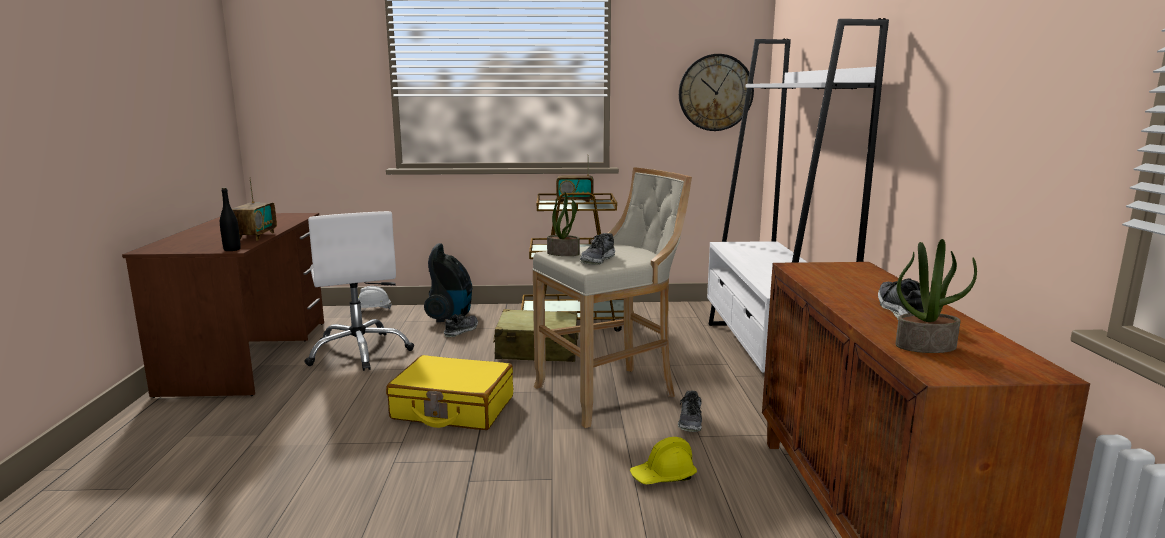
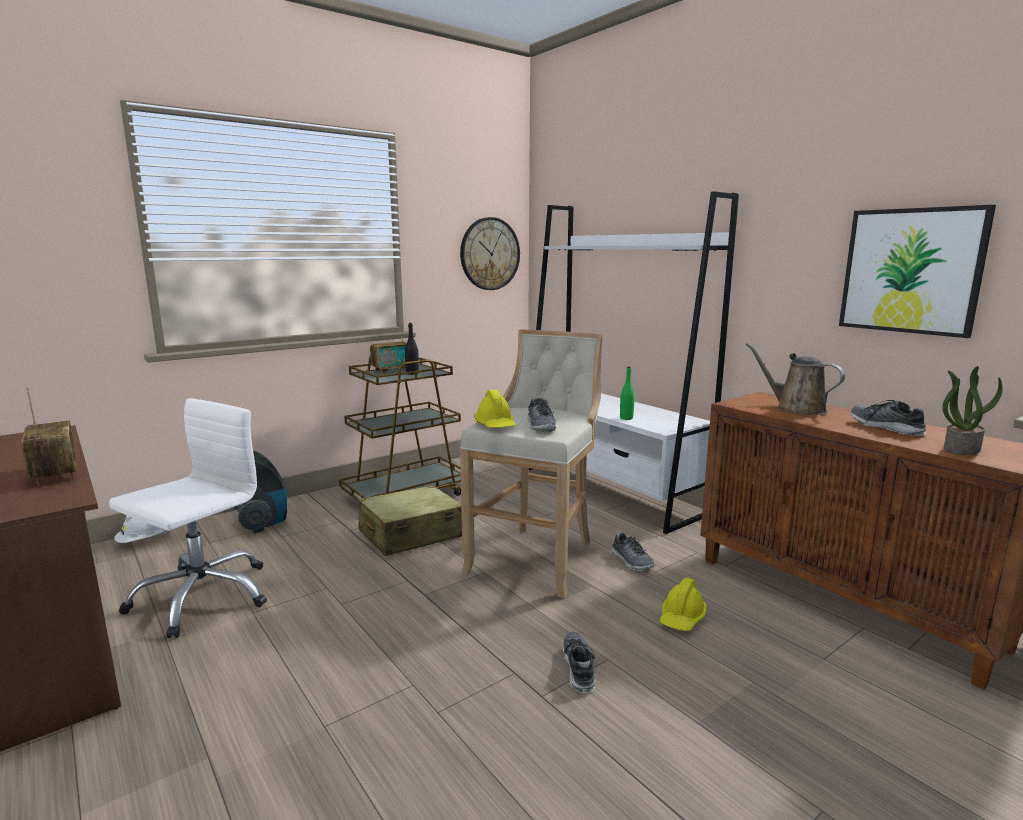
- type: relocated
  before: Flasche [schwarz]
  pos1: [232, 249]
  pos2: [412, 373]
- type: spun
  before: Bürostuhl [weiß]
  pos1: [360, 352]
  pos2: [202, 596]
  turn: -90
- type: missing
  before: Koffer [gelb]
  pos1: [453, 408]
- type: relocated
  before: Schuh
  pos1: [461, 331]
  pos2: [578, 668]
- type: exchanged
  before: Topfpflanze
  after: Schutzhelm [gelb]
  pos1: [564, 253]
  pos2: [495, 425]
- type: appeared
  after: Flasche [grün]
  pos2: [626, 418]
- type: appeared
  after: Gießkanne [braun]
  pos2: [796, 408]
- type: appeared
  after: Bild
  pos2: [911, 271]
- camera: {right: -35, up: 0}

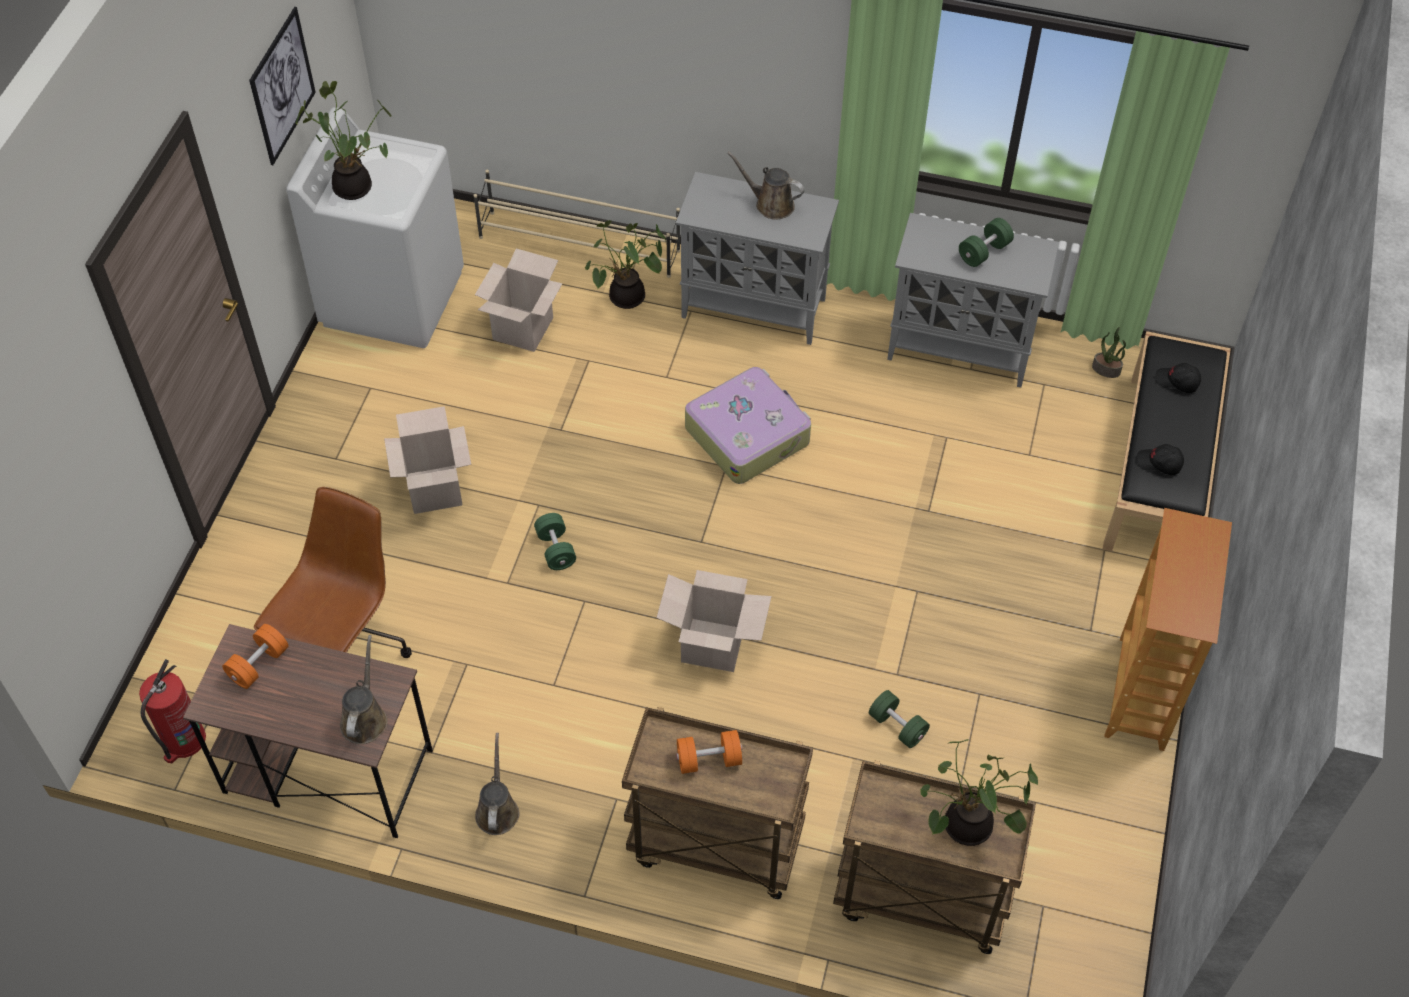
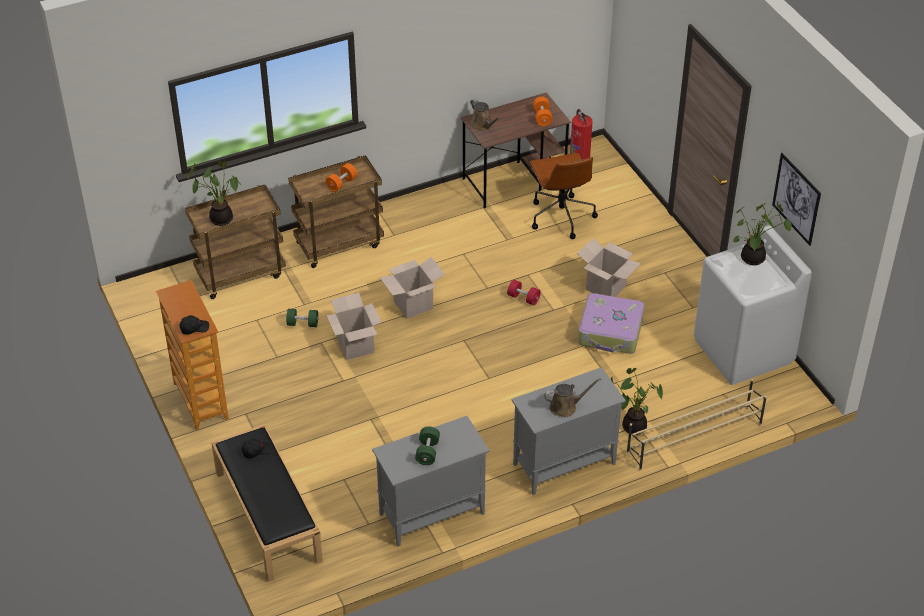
- type: relocated
  before: Karton
  pos1: [523, 329]
  pos2: [355, 346]
- type: missing
  before: Gießkanne [braun]
  pos1: [497, 809]
- type: colour
  before: Hantel [grün]
  after: Hantel [rot]
  pos1: [556, 549]
  pos2: [523, 298]
- type: relocated
  before: Koffer
  pos1: [747, 434]
  pos2: [610, 332]
- type: missing
  before: Topfpflanze
  pos1: [1106, 369]
- type: relocated
  before: Kappe [schwarz]
  pos1: [1177, 382]
  pos2: [194, 328]
- camera: {right: 140, up: -10}

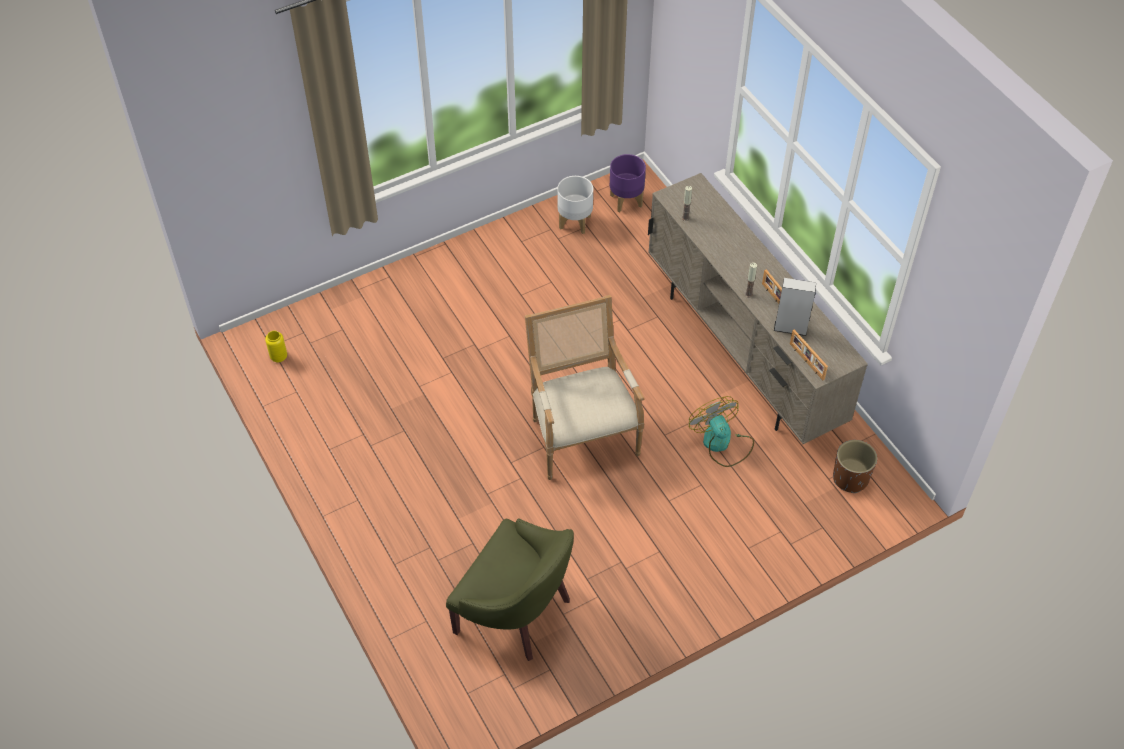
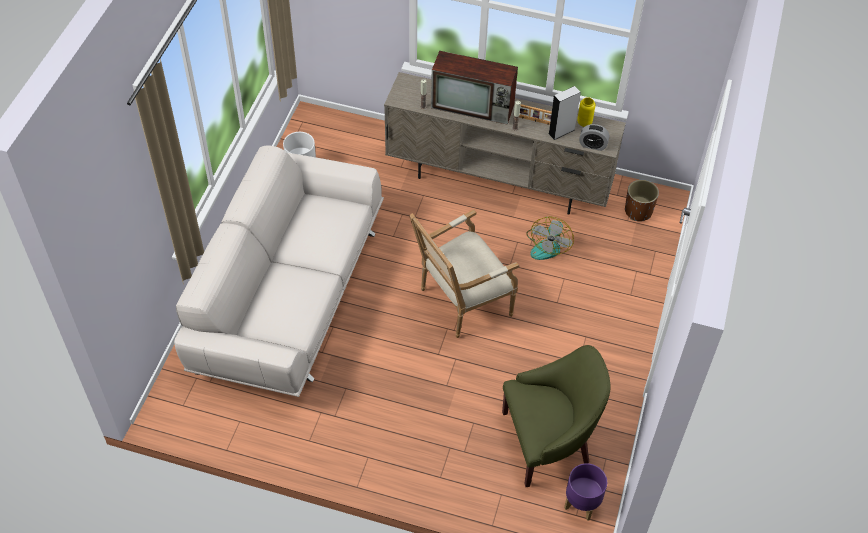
- type: relocated
  before: Vase [gelb]
  pos1: [279, 357]
  pos2: [584, 123]
- type: spun
  before: Sessel
  pos1: [581, 434]
  pos2: [461, 303]
  turn: -60
- type: relocated
  before: Pflanzkübel [lila]
  pos1: [626, 201]
  pos2: [582, 504]
- type: spun
  before: Ventilator
  pos1: [721, 443]
  pos2: [548, 245]
  turn: -90
- type: exchanged
  before: Bilderrahmen
  after: Wecker
  pos1: [806, 361]
  pos2: [592, 145]
- type: appeared
  after: Sofa [weiß]
  pos2: [288, 294]
- type: appeared
  after: Fernseher
  pos2: [474, 106]
- camera: {right: -45, up: 0}

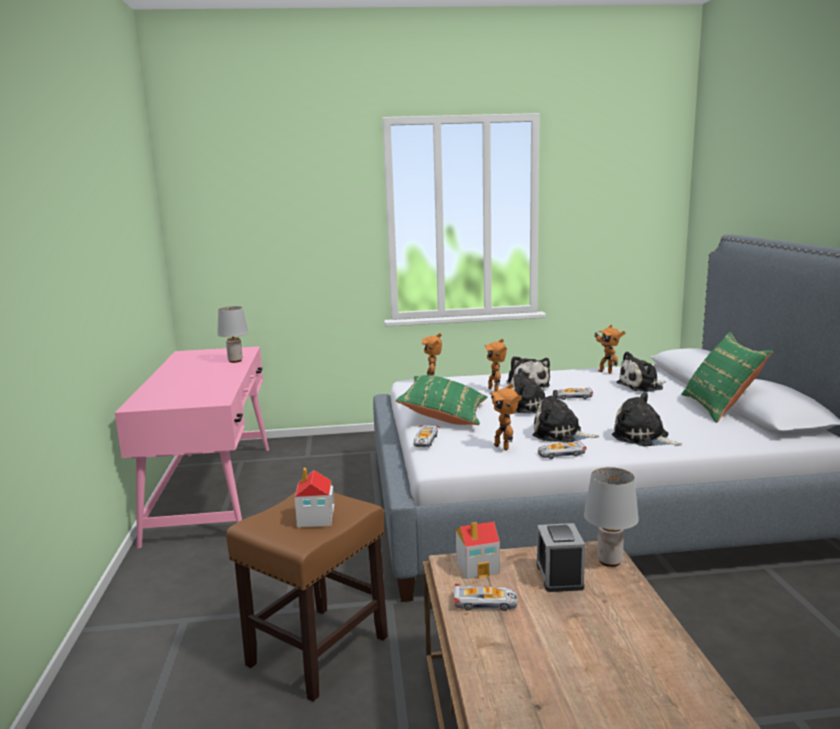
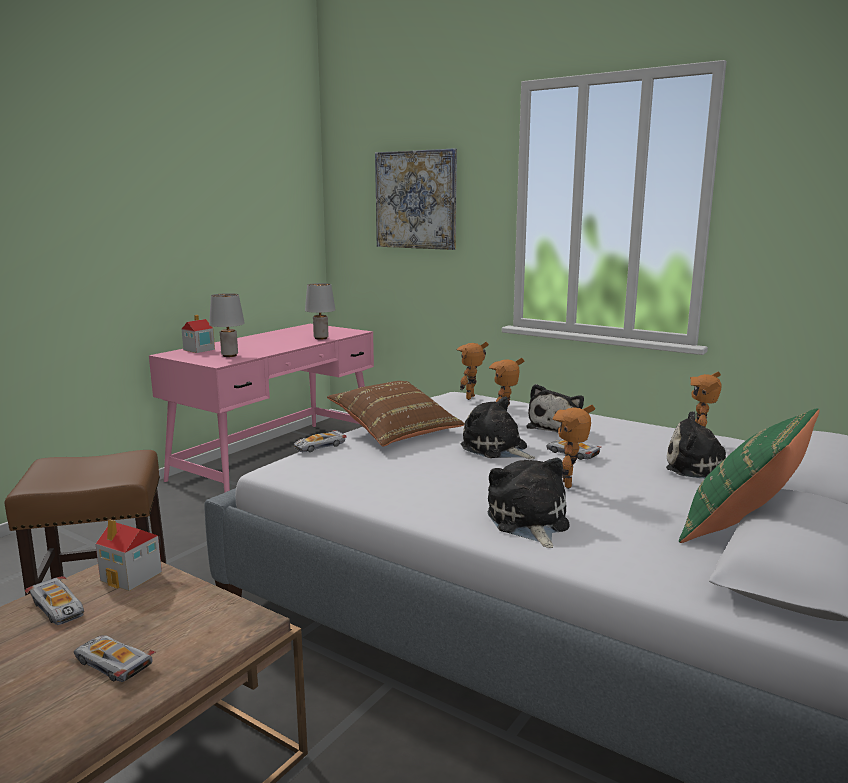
- type: relocated
  before: Spielzeughaus
  pos1: [315, 519]
  pos2: [198, 350]
- type: colour
  before: Kissen [grün]
  after: Kissen [braun]
  pos1: [444, 416]
  pos2: [395, 431]
- type: relocated
  before: Spielzeugroboter
  pos1: [503, 446]
  pos2: [571, 484]
- type: missing
  before: Plüschtier
  pos1: [560, 434]
- type: missing
  before: Wecker
  pos1: [559, 576]
- type: relocated
  before: Spielzeugauto
  pos1: [561, 454]
  pos2: [112, 663]
- type: relocated
  before: Tischlampe [grau]
  pos1: [610, 561]
  pos2: [229, 355]
- type: appeared
  after: Bild
  pos2: [416, 200]
- camera: {right: 40, up: 0}

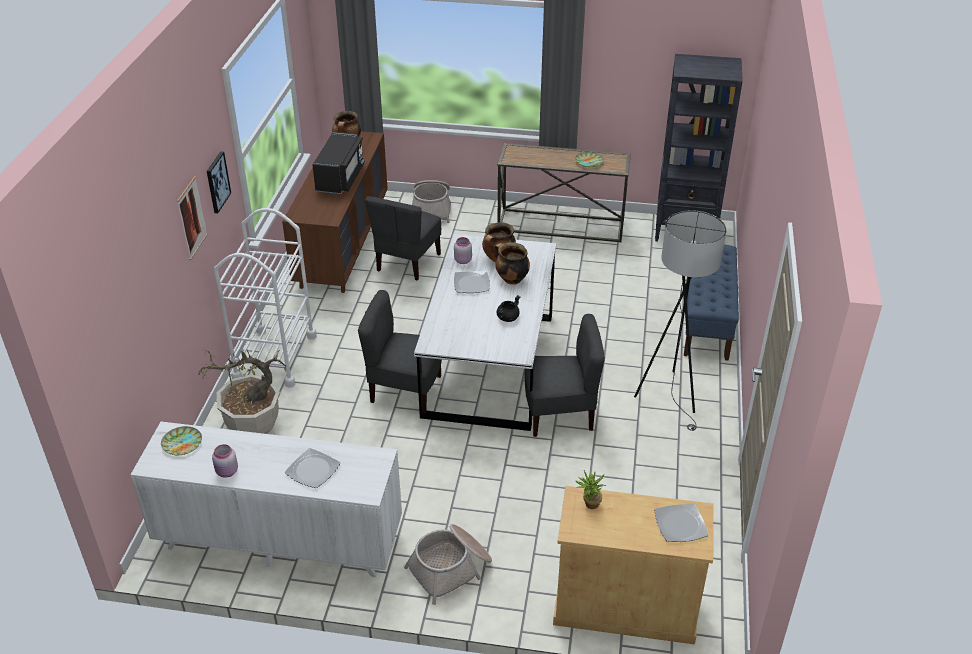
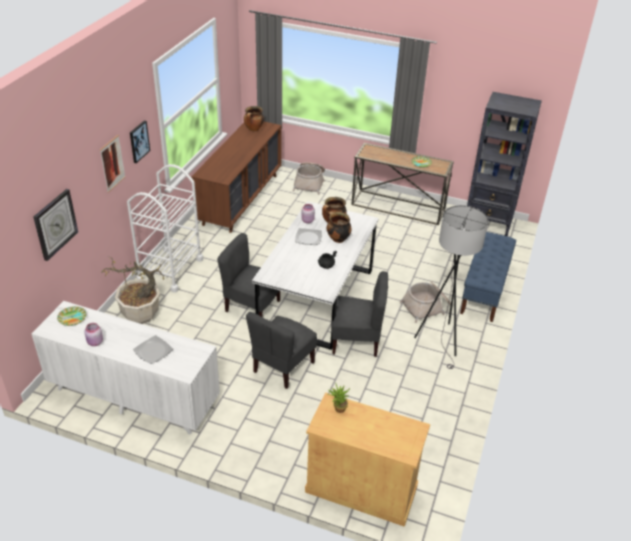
- type: missing
  before: Mikrowelle [schwarz]
  pos1: [340, 178]
- type: relocated
  before: Stuhl [grau]
  pos1: [407, 262]
  pos2: [282, 367]
- type: relocated
  before: Korb
  pos1: [451, 569]
  pos2: [427, 307]
- type: missing
  before: Teller
  pos1: [681, 525]
- type: appeared
  after: Wanduhr
  pos2: [55, 224]
- camera: {right: 10, up: 0}

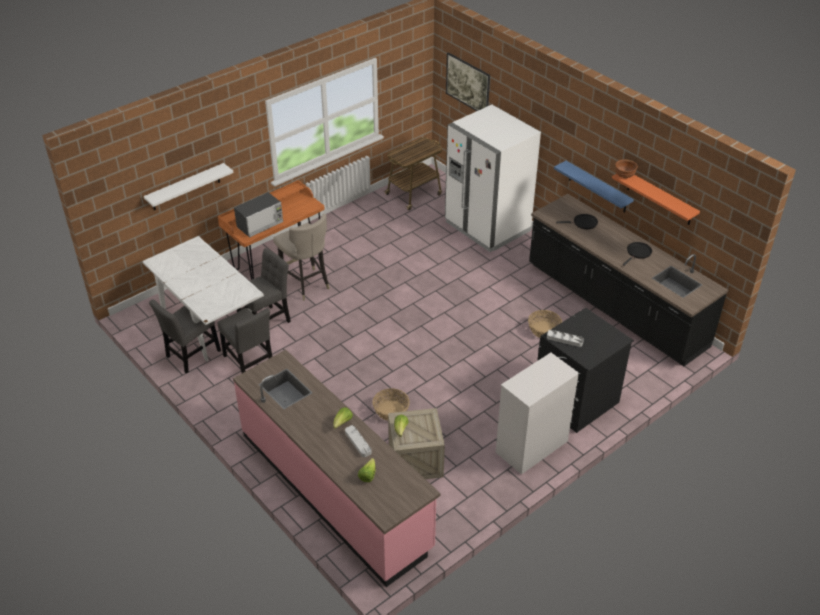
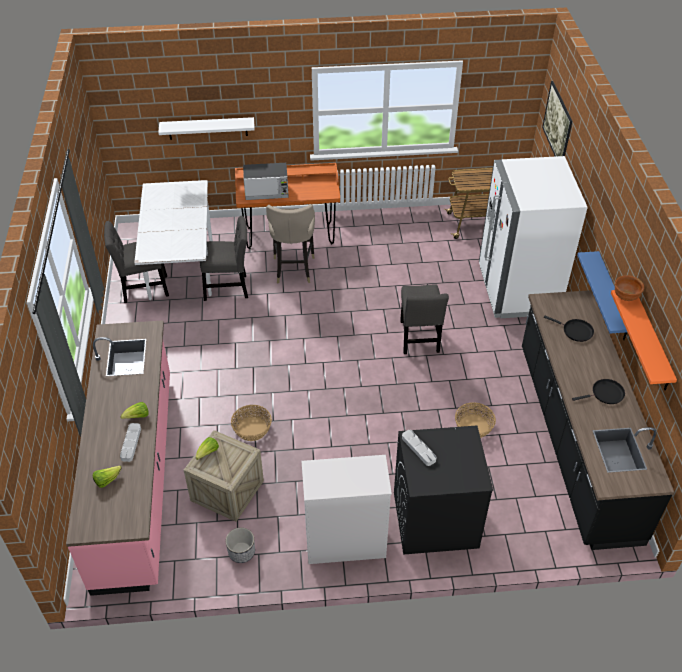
- type: relocated
  before: Stuhl [grau]
  pos1: [249, 363]
  pos2: [419, 339]
- type: appeared
  after: Pflanzkübel
  pos2: [241, 552]
- camera: {right: 35, up: 5}

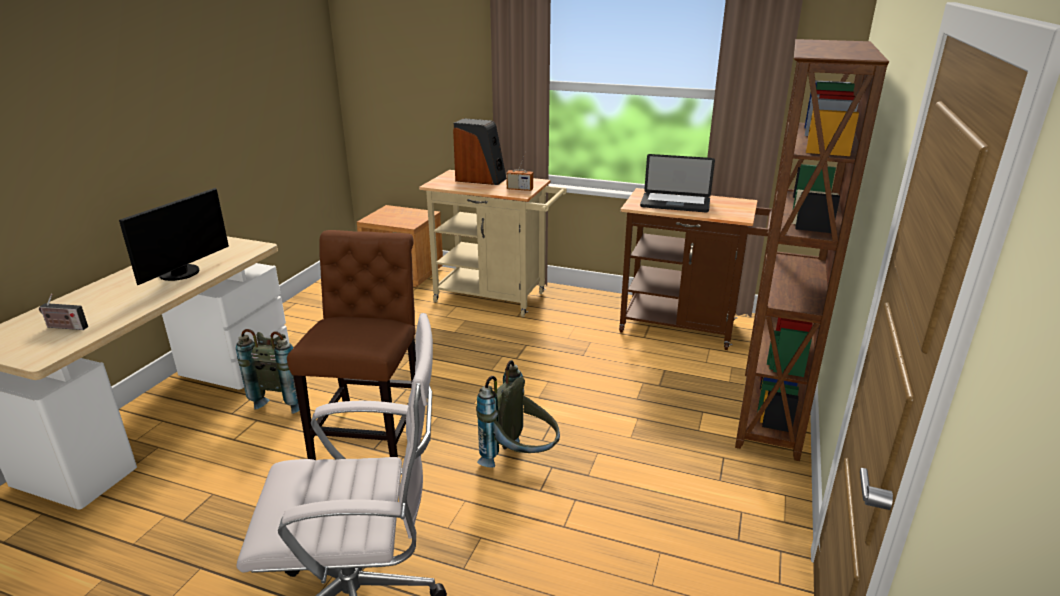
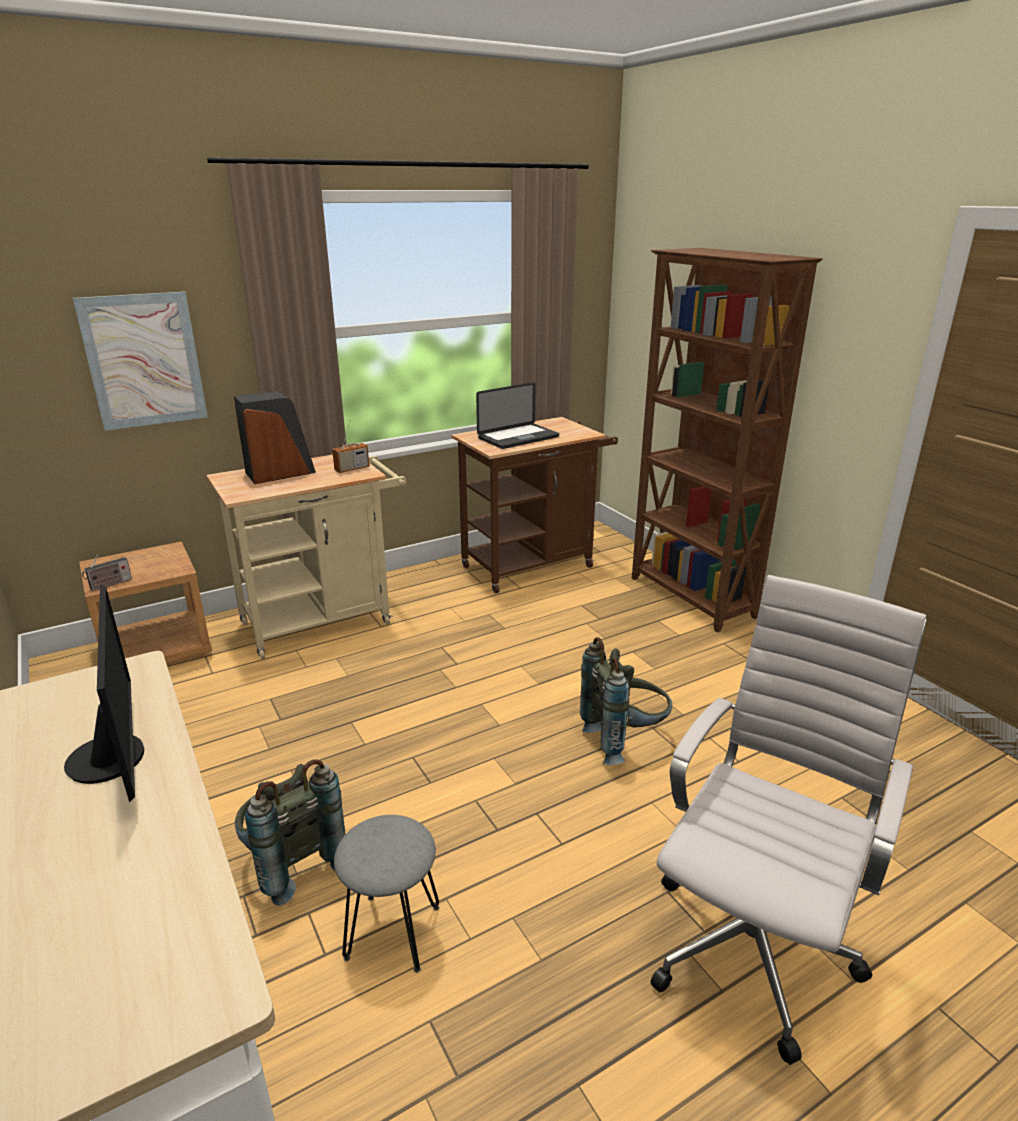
- type: relocated
  before: Radio
  pos1: [65, 327]
  pos2: [109, 584]
- type: missing
  before: Stuhl [braun]
  pos1: [372, 432]
- type: appeared
  after: Bild
  pos2: [144, 361]
- type: appeared
  after: Hocker [grau]
  pos2: [393, 932]
- camera: {right: -50, up: 0}

